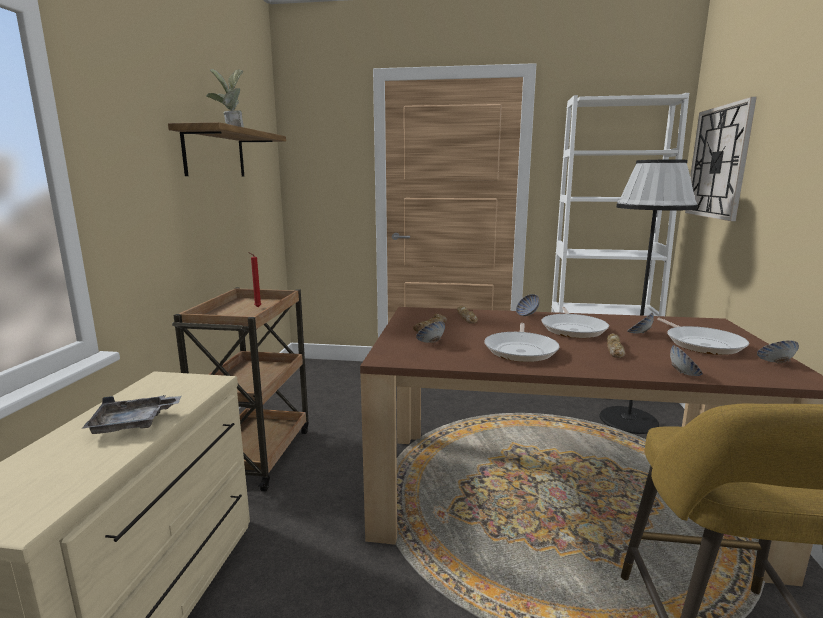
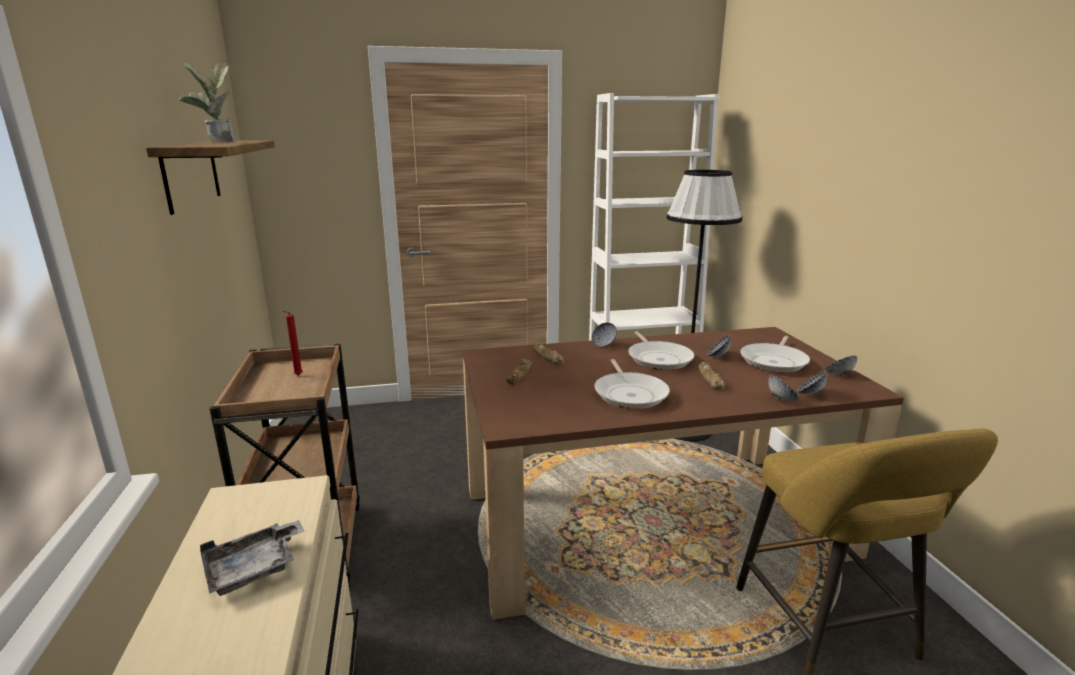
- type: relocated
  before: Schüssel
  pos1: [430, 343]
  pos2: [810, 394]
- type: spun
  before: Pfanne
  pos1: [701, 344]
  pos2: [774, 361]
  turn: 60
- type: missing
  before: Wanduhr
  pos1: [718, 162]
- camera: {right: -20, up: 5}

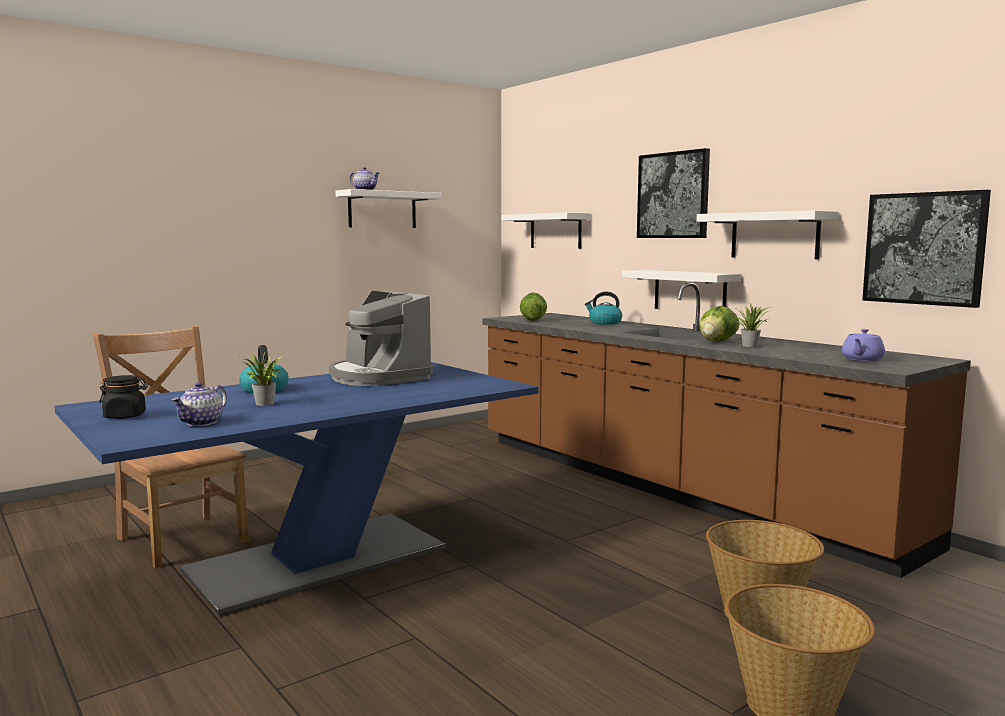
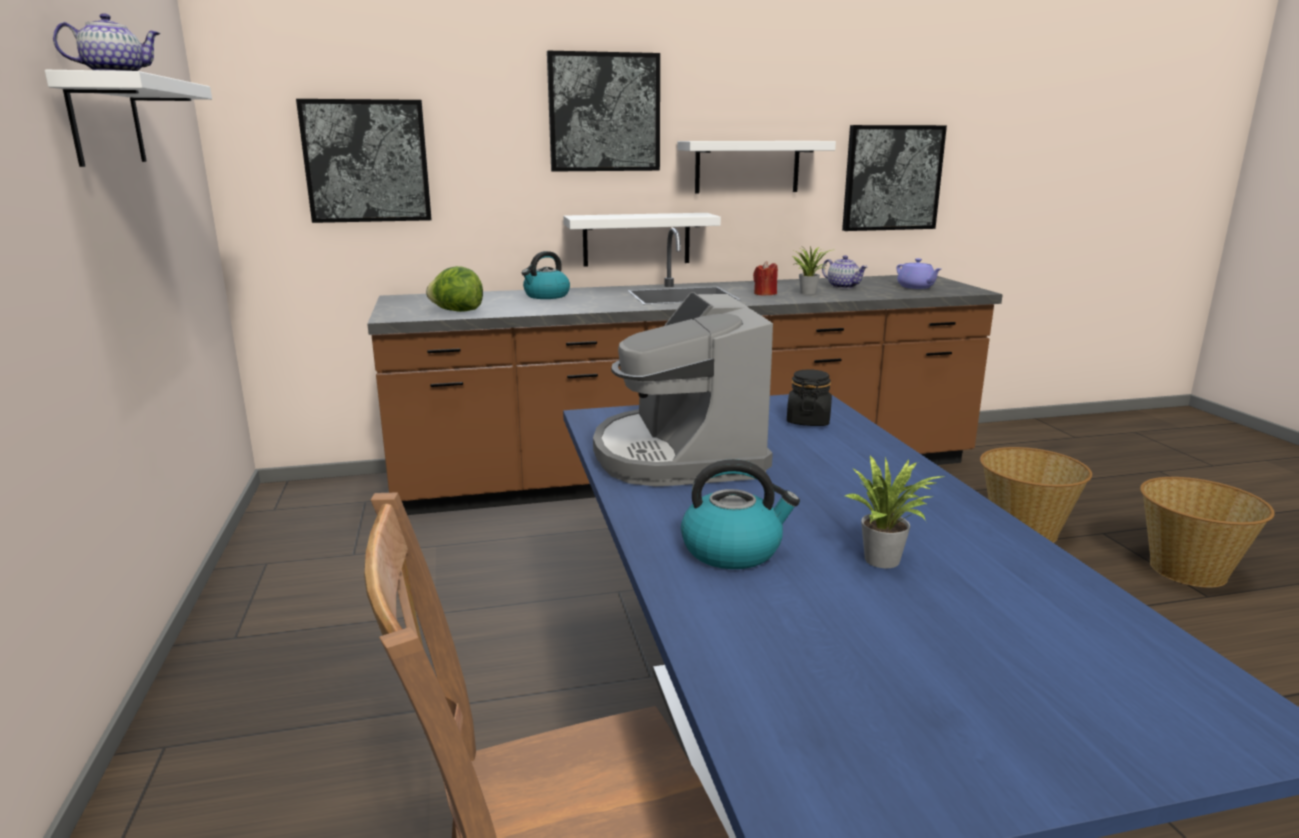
- type: relocated
  before: Vorratsglas [schwarz]
  pos1: [125, 416]
  pos2: [808, 421]
- type: relocated
  before: Teekanne
  pos1: [201, 423]
  pos2: [843, 286]
- type: spun
  before: Kaffeemaschine
  pos1: [378, 377]
  pos2: [678, 455]
  turn: 90
- type: exchanged
  before: Wandregal [weiß]
  after: Bild
  pos1: [555, 231]
  pos2: [367, 161]
- type: exchanged
  before: Salatkopf
  after: Kerze [rot]
  pos1: [717, 341]
  pos2: [765, 294]
- camera: {right: -65, up: 10}

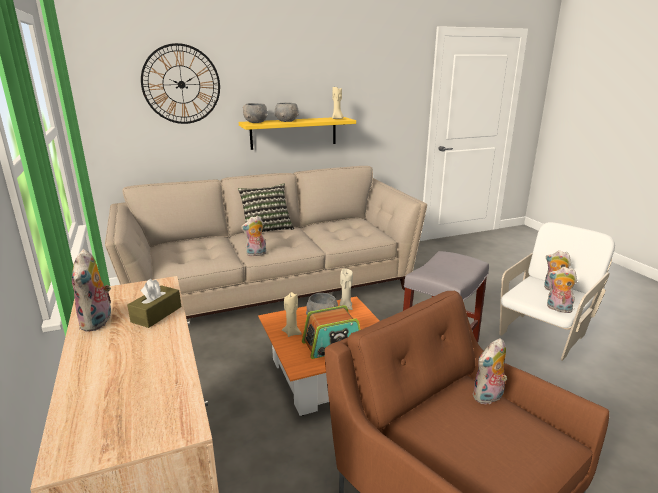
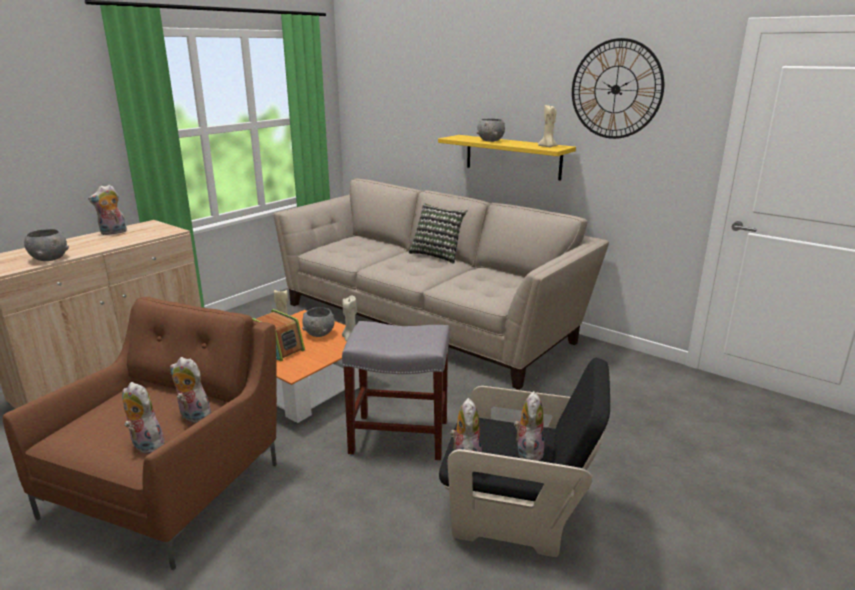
- type: missing
  before: Taschentuchbox [braun]
  pos1: [156, 314]
- type: relocated
  before: Wanduhr
  pos1: [181, 84]
  pos2: [616, 89]
- type: relocated
  before: Plüschtier
  pos1: [256, 254]
  pos2: [145, 445]
- type: relocated
  before: Schüssel [grau]
  pos1: [255, 122]
  pos2: [50, 258]
- type: colour
  before: Sessel [weiß]
  after: Sessel [schwarz]
  pos1: [543, 333]
  pos2: [518, 513]
- camera: {right: 60, up: 0}

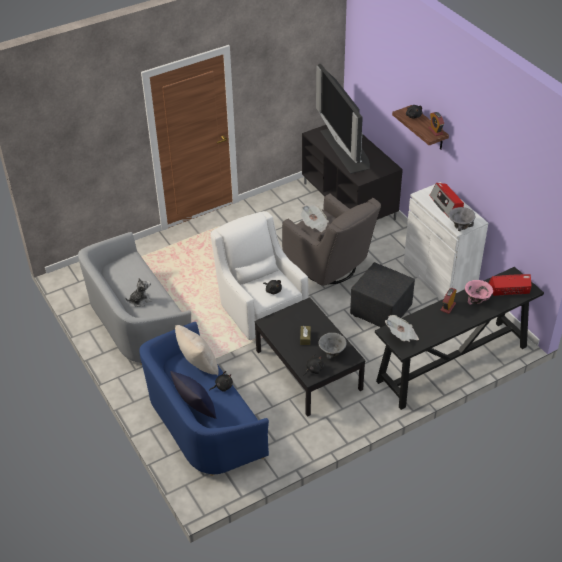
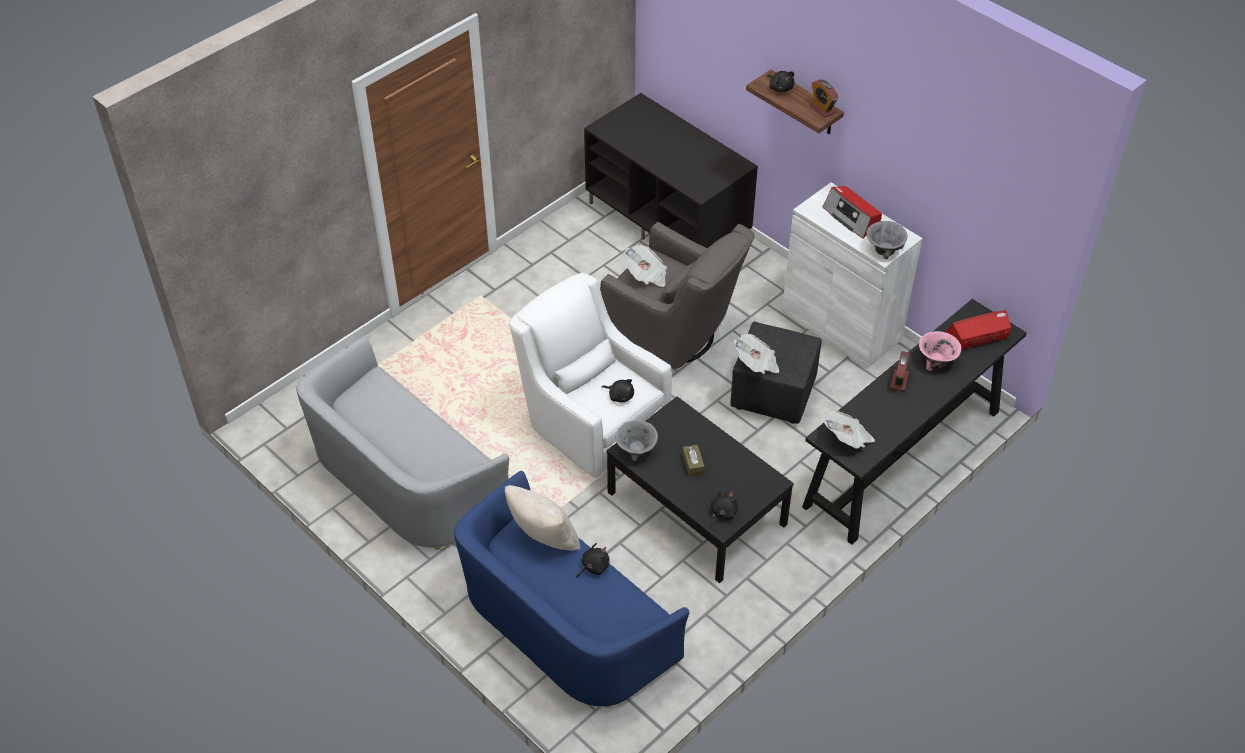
- type: missing
  before: Plüschtier
  pos1: [140, 300]
- type: missing
  before: Kissen [blau]
  pos1: [195, 409]
- type: missing
  before: Fernseher
  pos1: [346, 149]
- type: relocated
  before: Schüssel [grau]
  pos1: [332, 352]
  pos2: [636, 450]
- type: appeared
  after: Zeitung
  pos2: [756, 363]
- camera: {right: -15, up: 5}

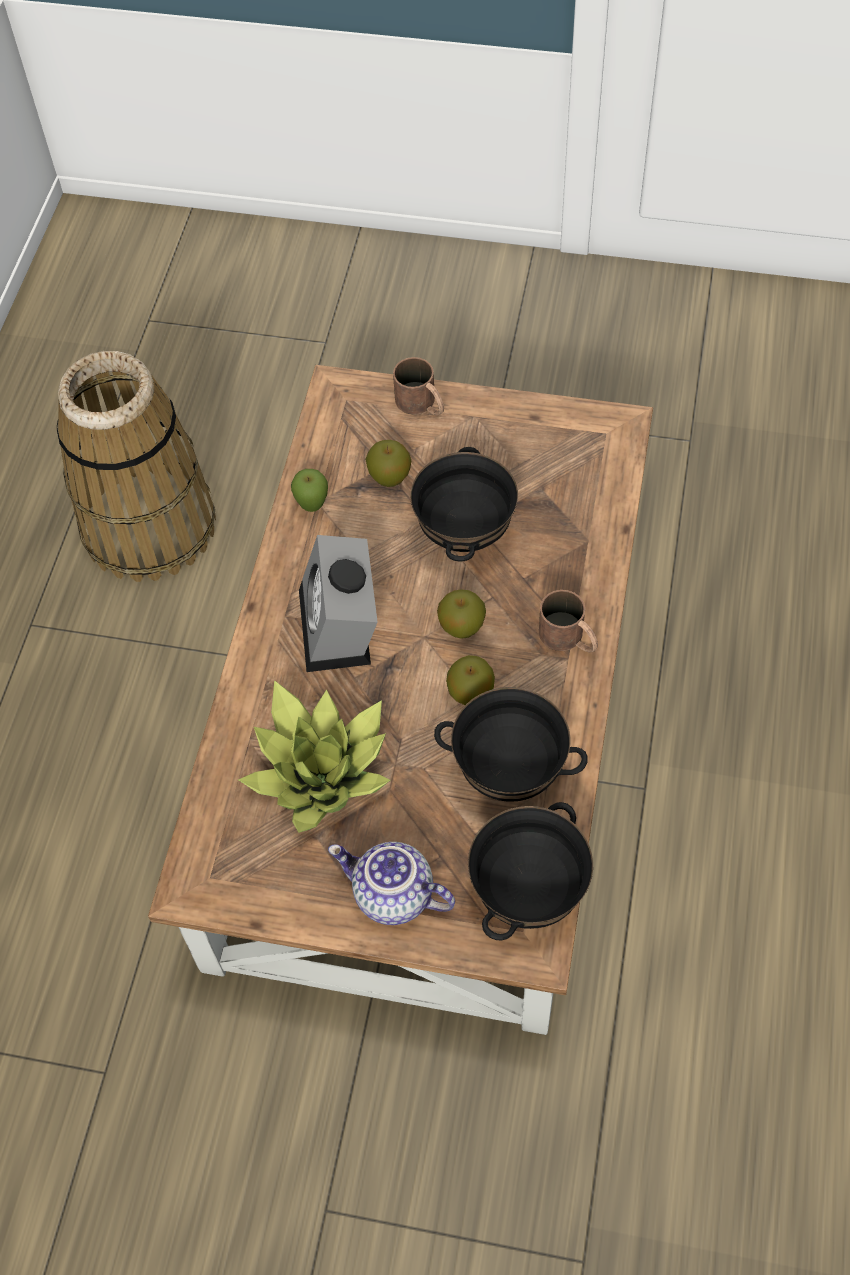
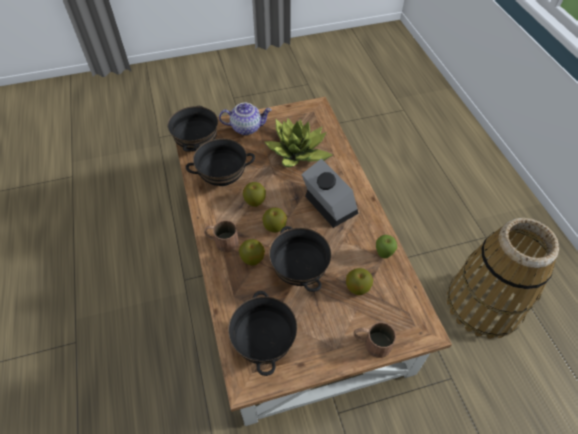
- type: appeared
  after: Schüssel [schwarz]
  pos2: [265, 344]
- type: appeared
  after: Apfel
  pos2: [252, 259]
- camera: {right: 150, up: -5}

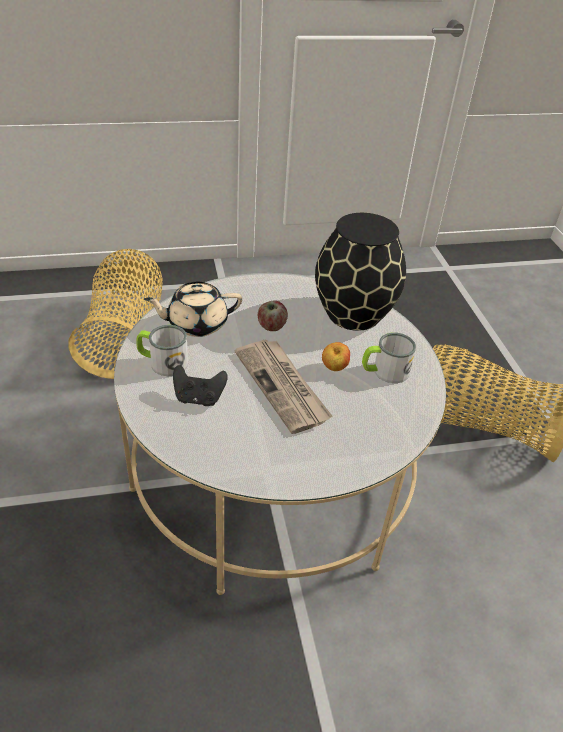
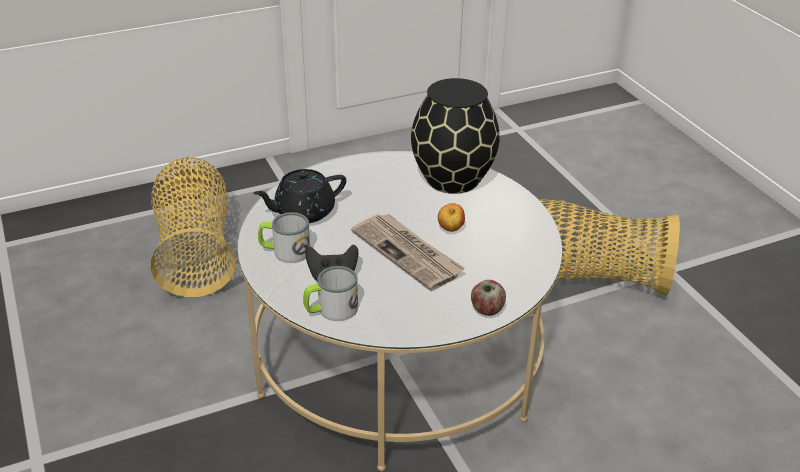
- type: colour
  before: Teekanne [beige]
  after: Teekanne [schwarz]
  pos1: [196, 324]
  pos2: [303, 212]
- type: relocated
  before: Apfel
  pos1: [271, 327]
  pos2: [487, 310]
- type: relocated
  before: Henkelbecher
  pos1: [384, 371]
  pos2: [331, 310]
- camera: {right: -10, up: -5}

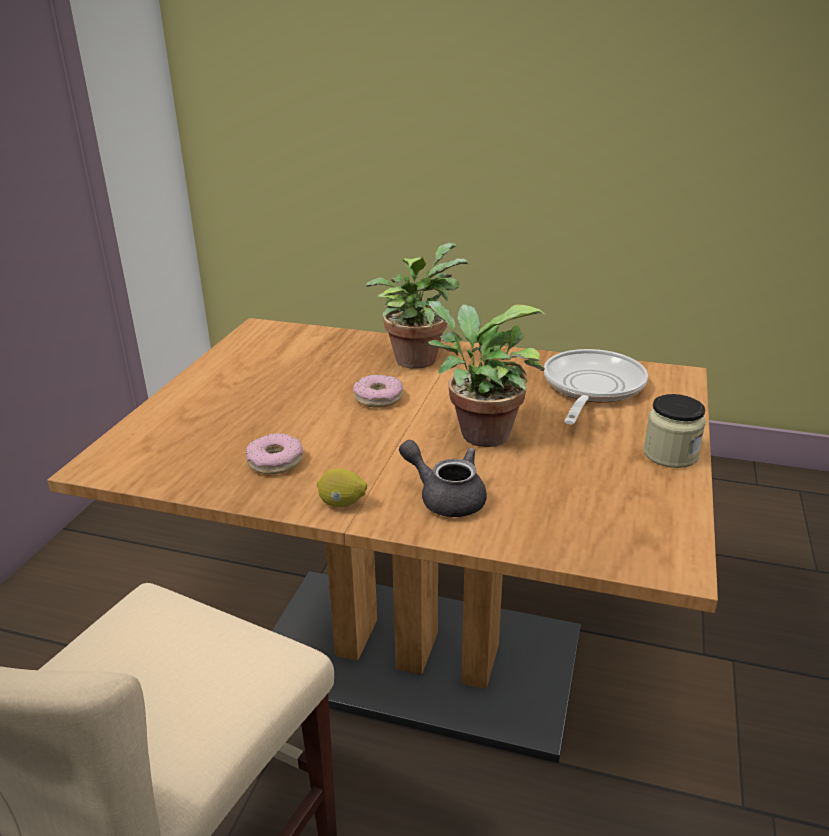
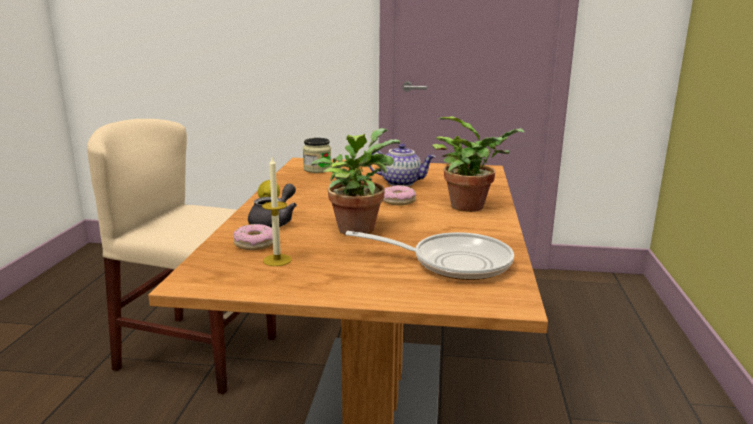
- type: relocated
  before: Donut
  pos1: [275, 461]
  pos2: [255, 243]
- type: relocated
  before: Vorratsglas
  pos1: [670, 454]
  pos2: [317, 169]
- type: appeared
  after: Kerze
  pos2: [277, 260]
- type: appeared
  after: Teekanne
  pos2: [401, 182]
- camera: {right: 80, up: -10}

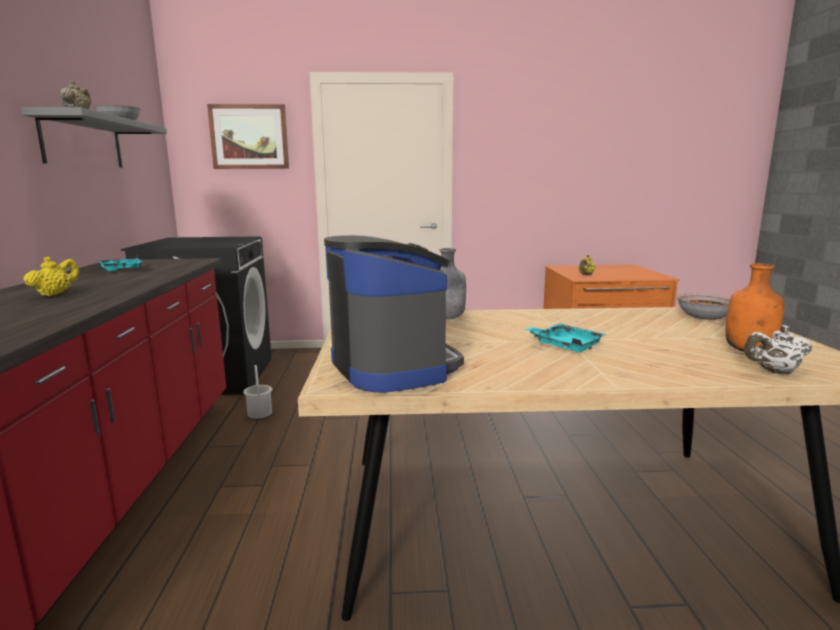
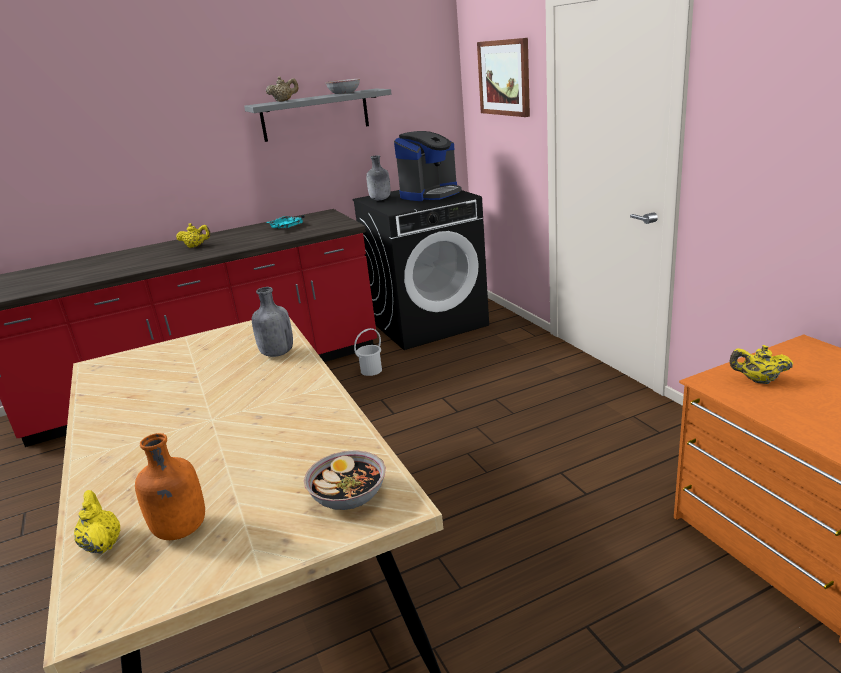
- type: relocated
  before: Kaffeemaschine
  pos1: [393, 367]
  pos2: [430, 194]
- type: missing
  before: Tablett [türkis]
  pos1: [565, 346]
- type: colour
  before: Teekanne [weiß]
  after: Teekanne [gelb]
  pos1: [774, 372]
  pos2: [102, 544]
- type: appeared
  after: Flasche [grau]
  pos2: [380, 199]
- camera: {right: 70, up: 10}

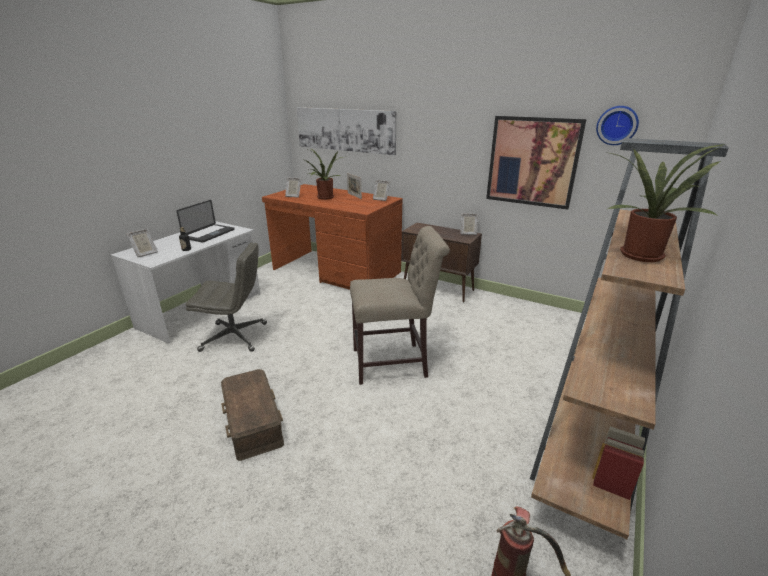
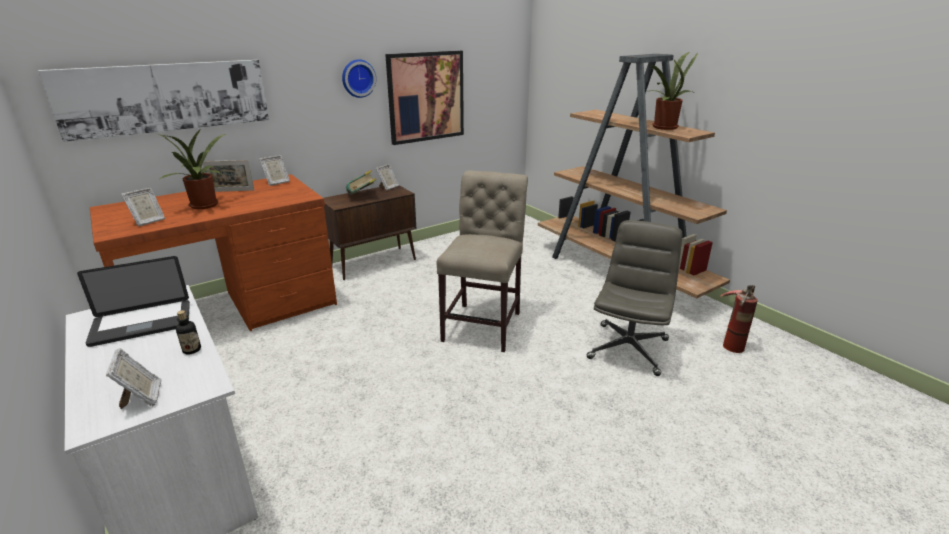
- type: spun
  before: Laptop
  pos1: [209, 234]
  pos2: [142, 324]
  turn: 105
- type: relocated
  before: Bürostuhl [grau]
  pos1: [235, 337]
  pos2: [628, 348]
- type: missing
  before: Aufbewahrungsbox [braun]
  pos1: [254, 421]
- type: relocated
  before: Wanduhr
  pos1: [617, 125]
  pos2: [358, 78]
- type: appeared
  after: Buch
  pos2: [362, 196]
- camera: {right: -65, up: 0}

